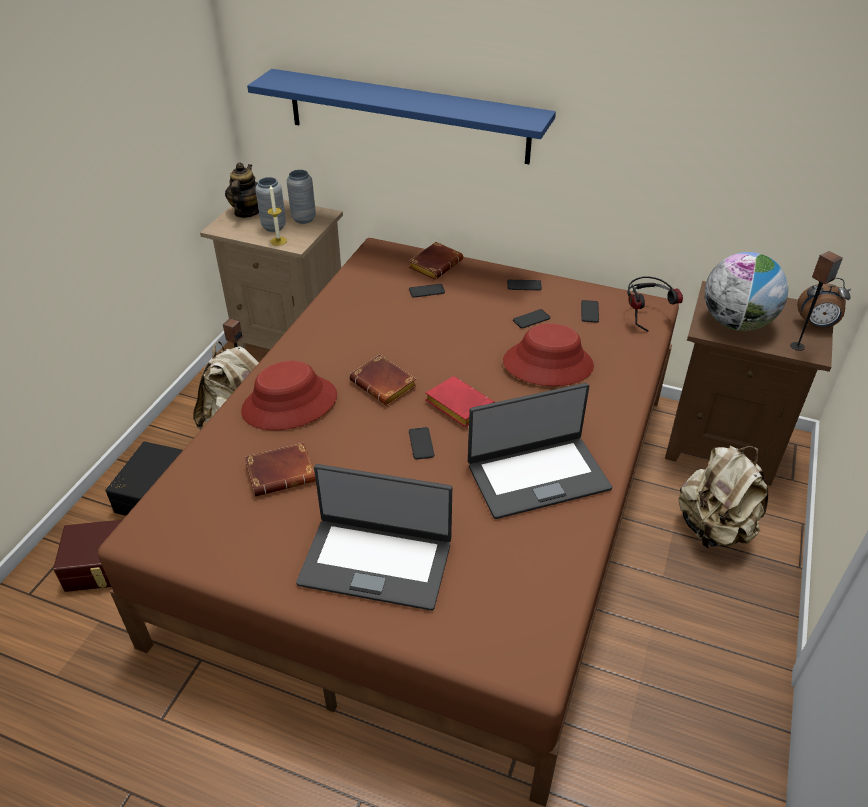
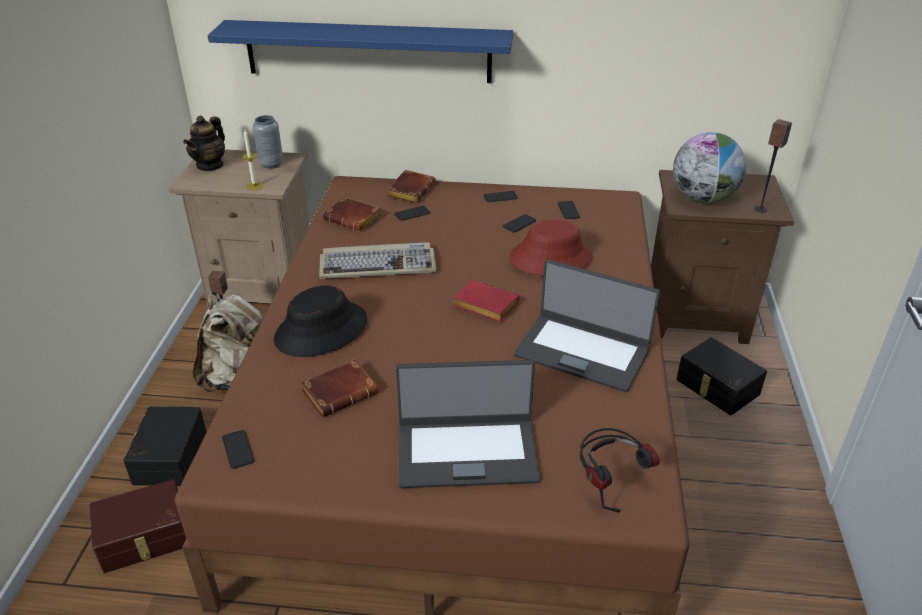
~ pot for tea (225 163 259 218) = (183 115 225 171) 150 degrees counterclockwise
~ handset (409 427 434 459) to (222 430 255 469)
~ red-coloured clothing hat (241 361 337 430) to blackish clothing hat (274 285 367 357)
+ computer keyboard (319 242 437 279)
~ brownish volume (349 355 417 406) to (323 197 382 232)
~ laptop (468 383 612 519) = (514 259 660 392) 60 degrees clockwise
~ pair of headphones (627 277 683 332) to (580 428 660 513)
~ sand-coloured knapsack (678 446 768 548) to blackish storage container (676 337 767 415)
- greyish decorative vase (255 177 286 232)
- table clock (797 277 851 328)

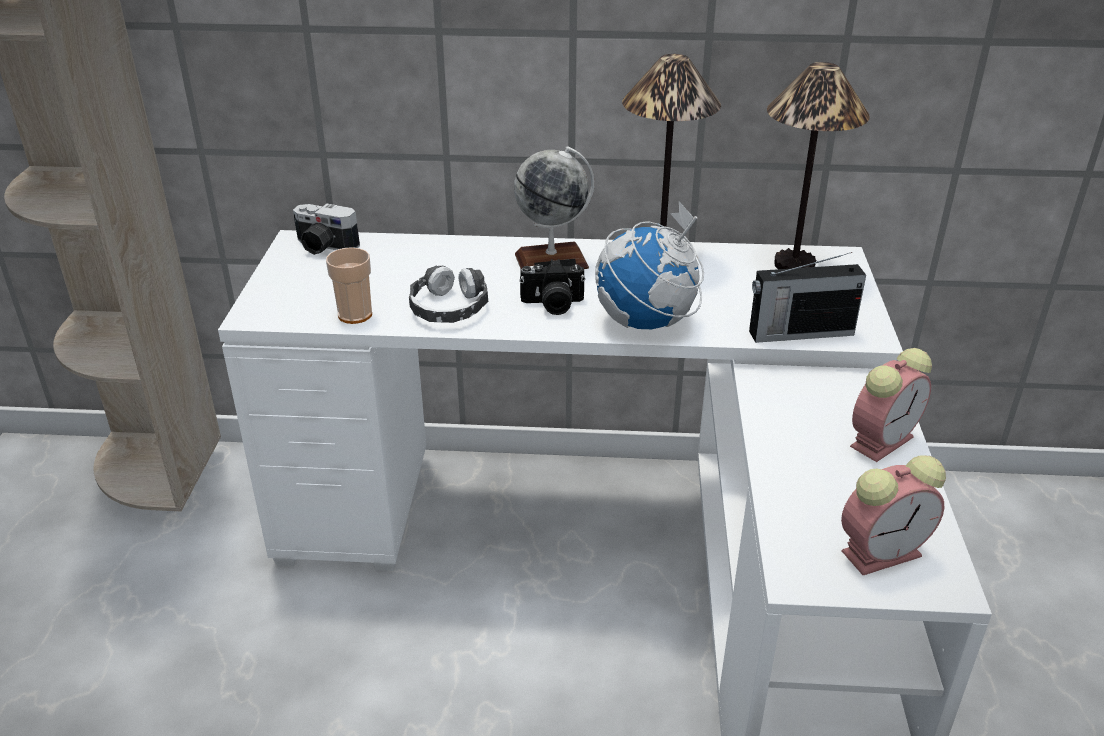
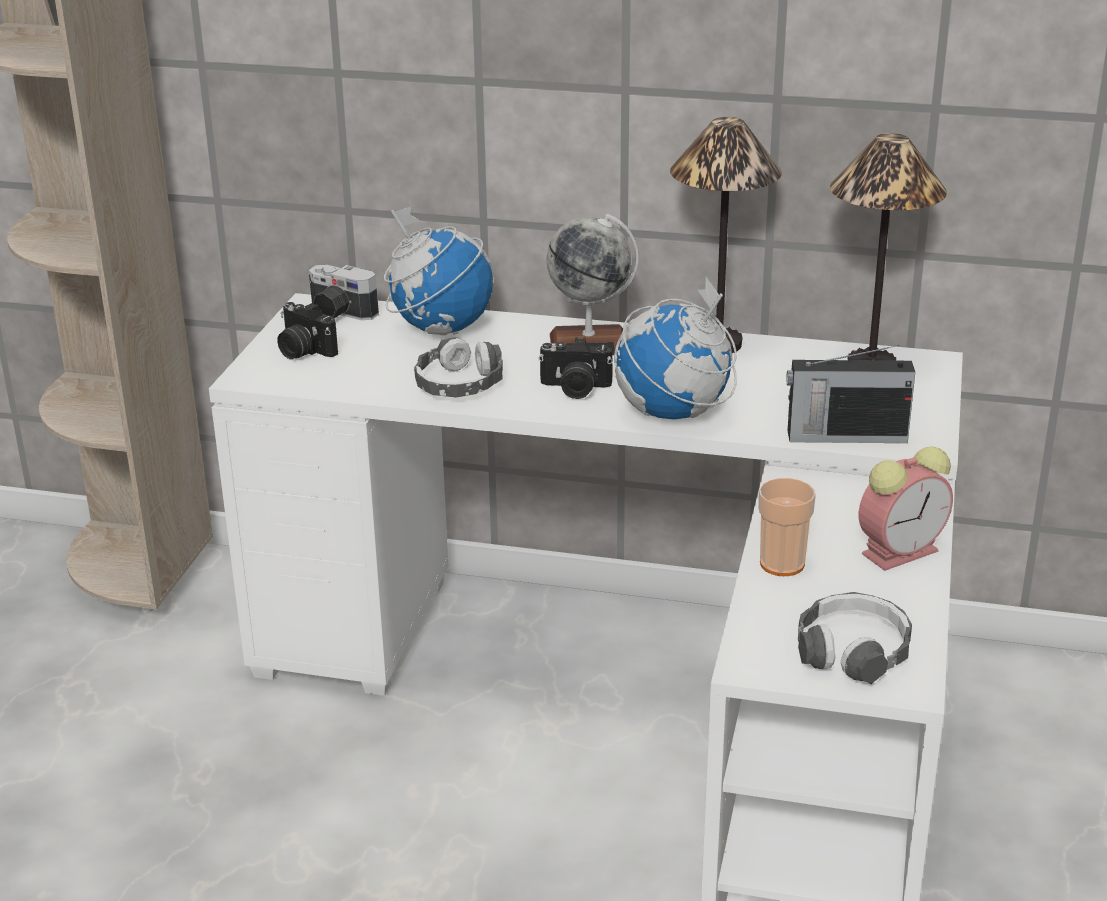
+ photo camera (277 302 338 359)
+ world globe (384 206 493 335)
~ drinking cup (326 247 372 324) to (758 478 816 576)
~ table clock (841 455 946 575) to pair of headphones (798 592 912 684)

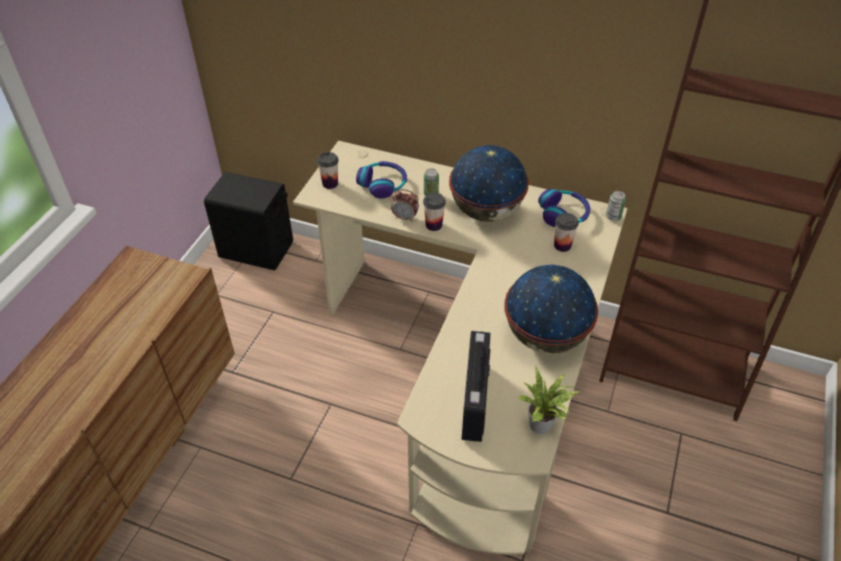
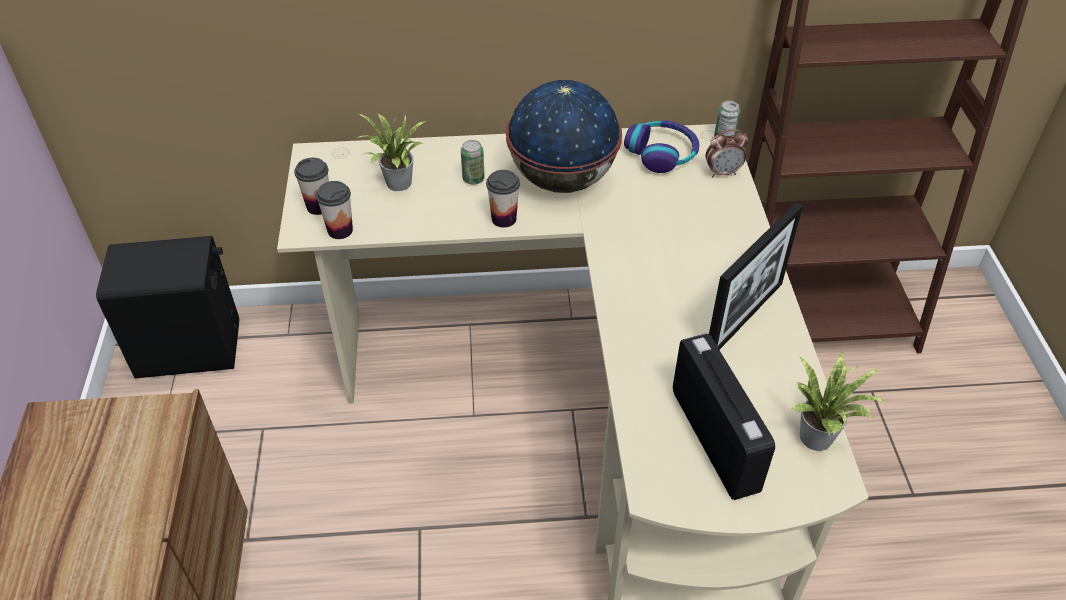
~ drinking cup (554 213 579 252) to (316 181 353 239)
~ pair of headphones (356 161 407 198) to potted plant (357 113 426 191)
~ table clock (391 189 419 222) to (706 129 748 177)
~ world globe (504 265 598 354) to photo frame (709 202 803 350)

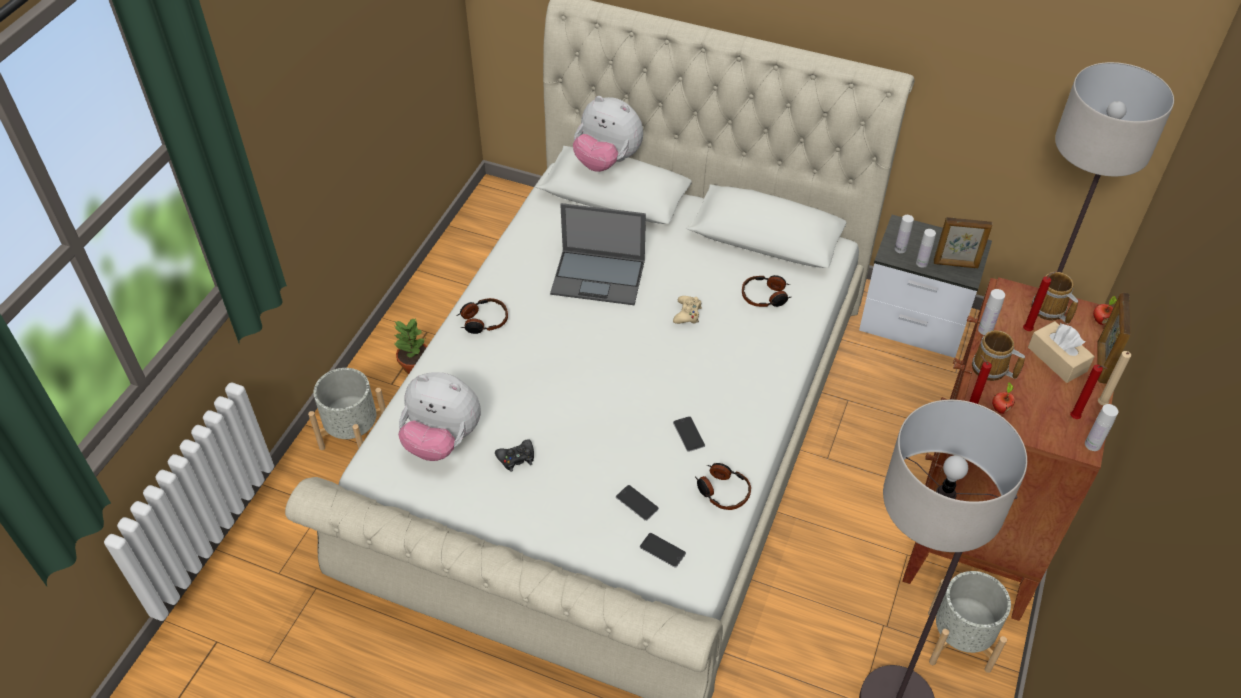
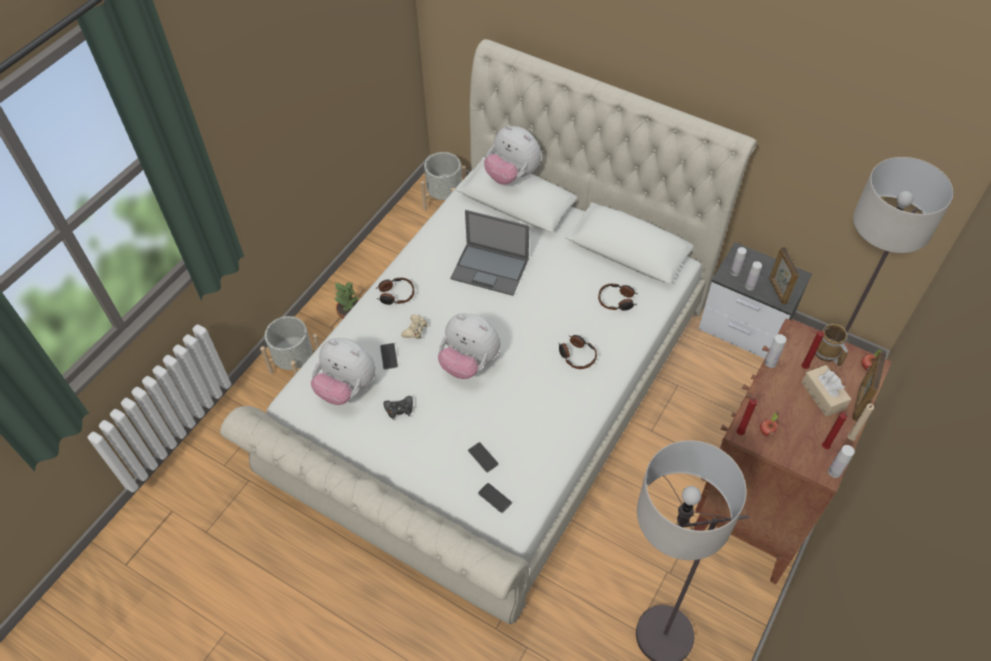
~ handset (673 416 705 452) to (380 343 398 370)
~ sand-coloured game controller (673 296 702 324) to (401 315 428 339)
~ greyish planter (928 571 1011 673) to (421 152 466 210)
+ cuddly toy (438 313 500 379)
~ pair of headphones (695 463 751 510) to (559 335 597 369)
~ photo frame (934 217 992 268) = (769 247 799 305) 60 degrees clockwise
- mug (972 330 1025 381)

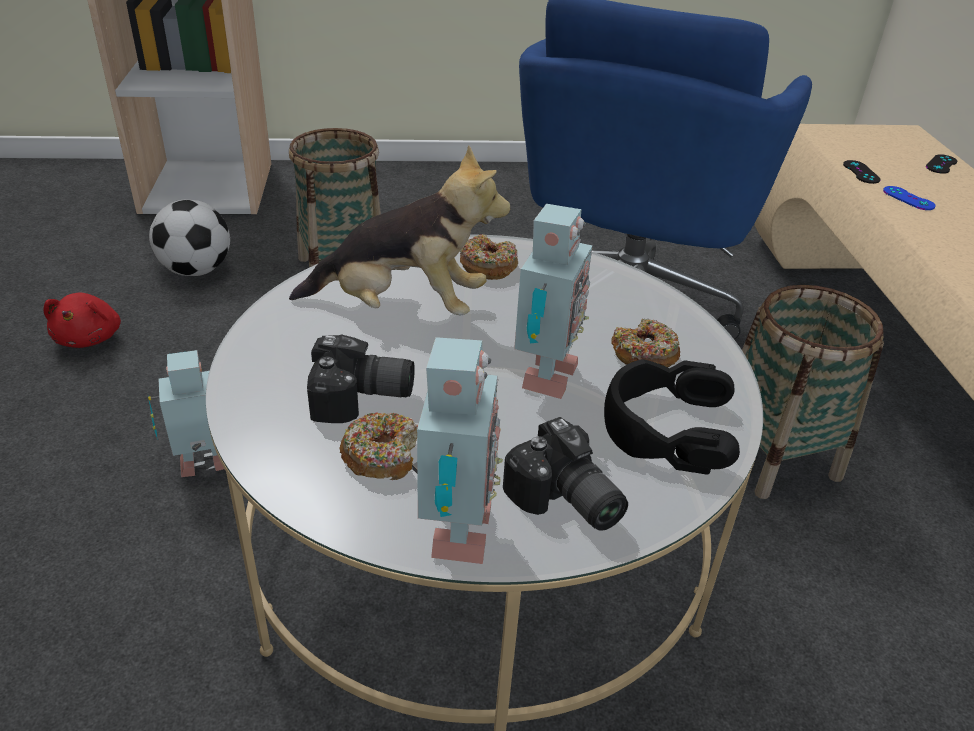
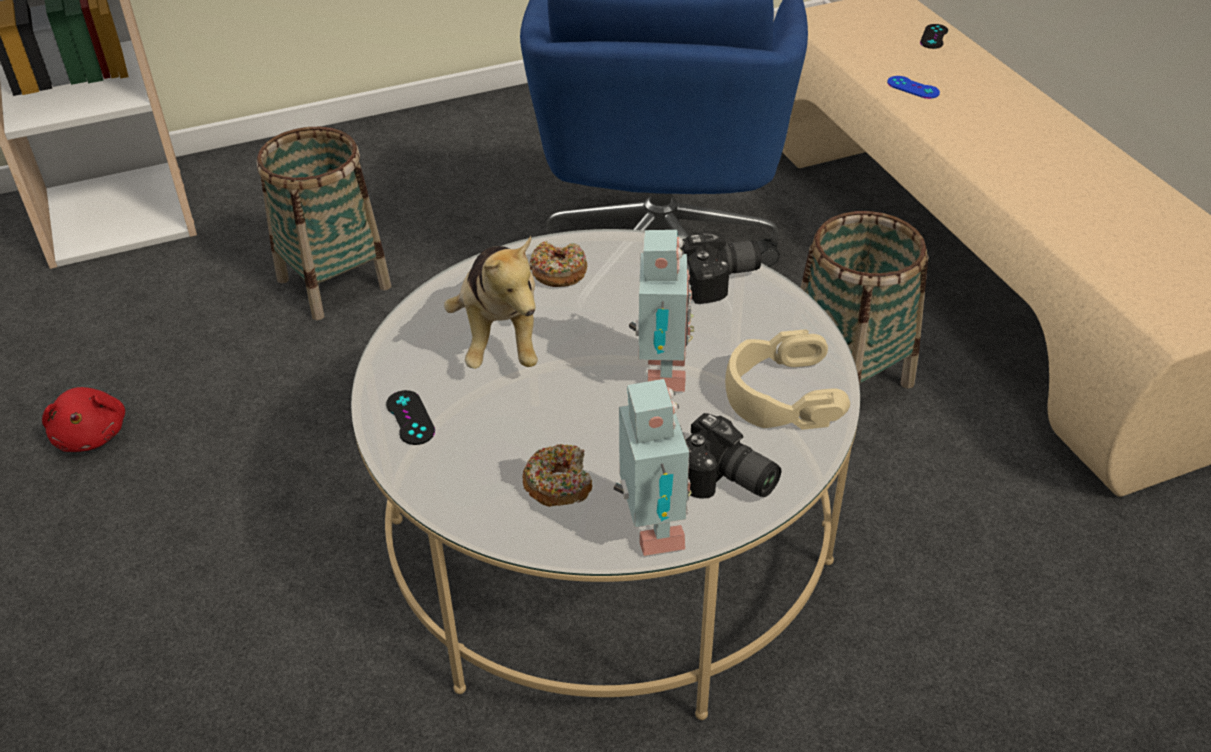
~ blackish game controller (843 160 880 184) to (386 390 435 445)
~ cuddly toy (289 145 511 316) = (444 236 538 369) 90 degrees clockwise
~ photo camera (307 335 415 423) to (680 232 761 304)
~ blackish pair of headphones (604 359 740 475) to sand-coloured pair of headphones (725 329 850 430)
- robot figure (148 350 224 477)
- football ball (149 200 230 276)
- donut (611 319 680 367)

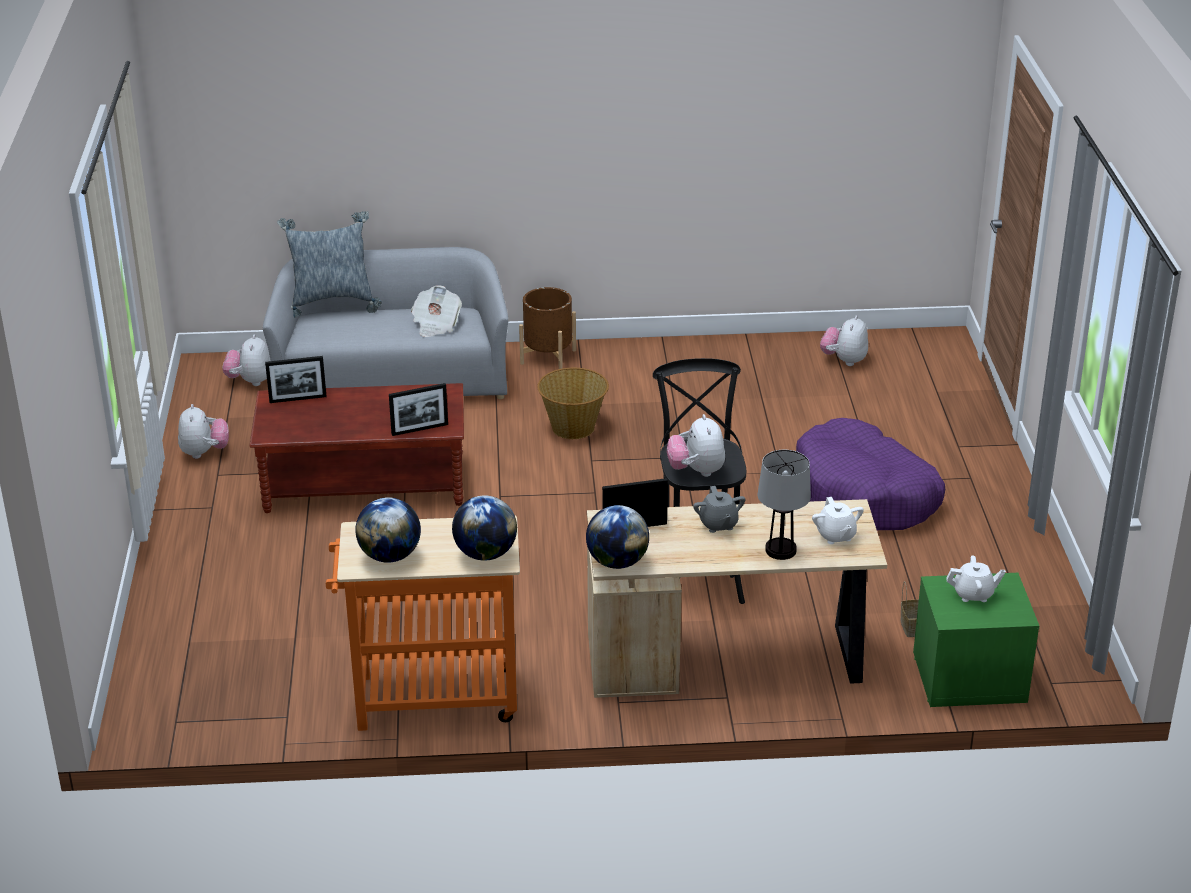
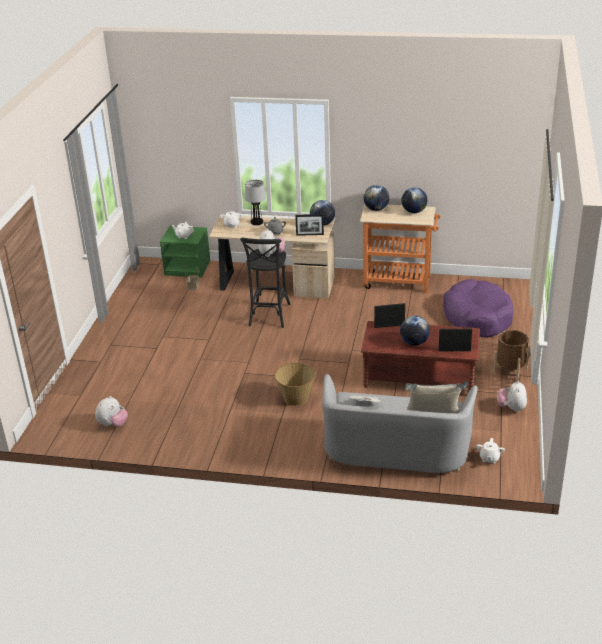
+ world globe (400 316 430 345)
~ purplish dog cushion (796 418 945 530) to (443 279 513 338)
~ cuddly toy (223 334 270 386) to white-coloured pot for tea (476 438 505 463)
~ brownish planter (519 287 576 369) to (493 330 530 381)

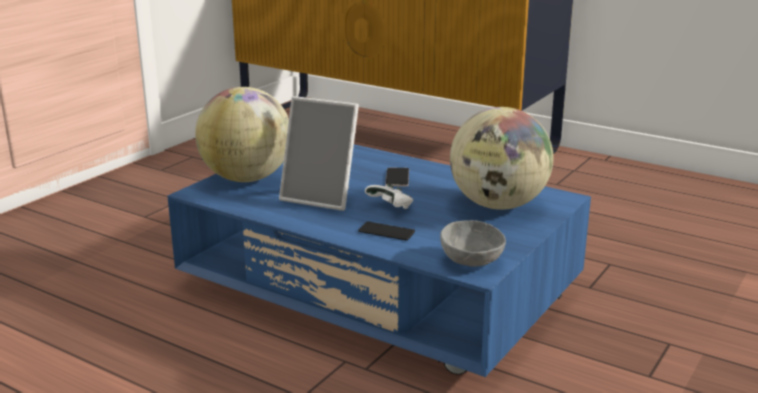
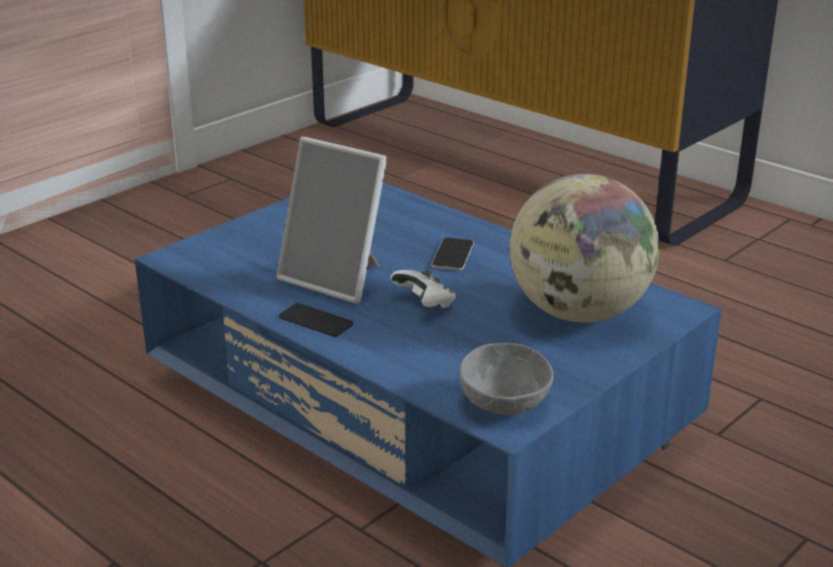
~ handset (358 221 415 241) to (279 303 353 337)
- world globe (195 87 289 182)

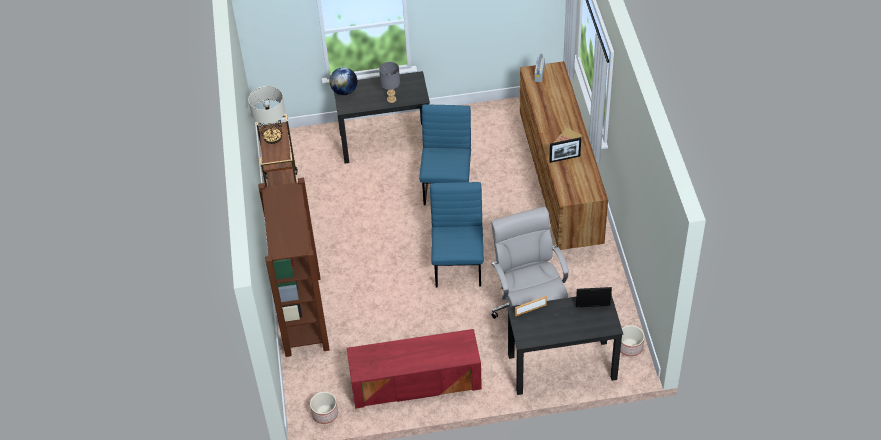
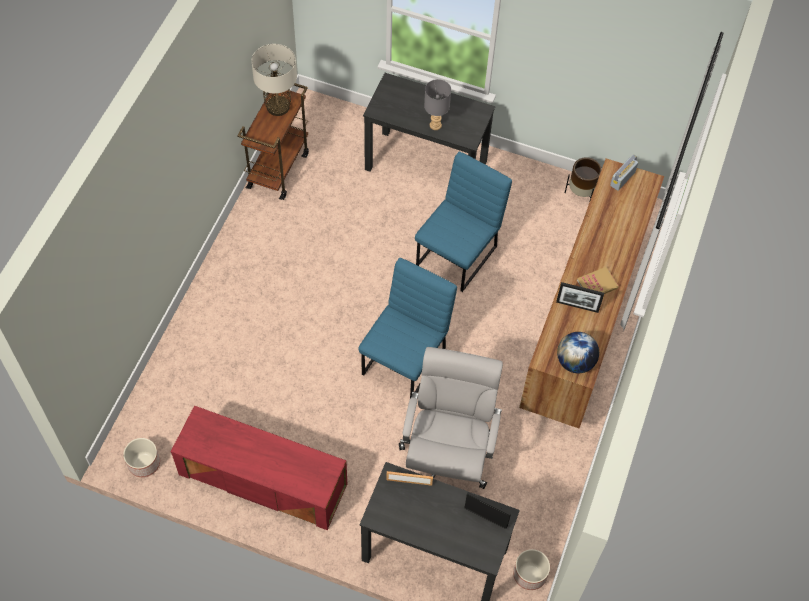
~ world globe (330 67 357 95) to (557 332 599 373)
+ brownish planter (565 157 602 203)
- brownish shelving unit (258 178 330 357)

